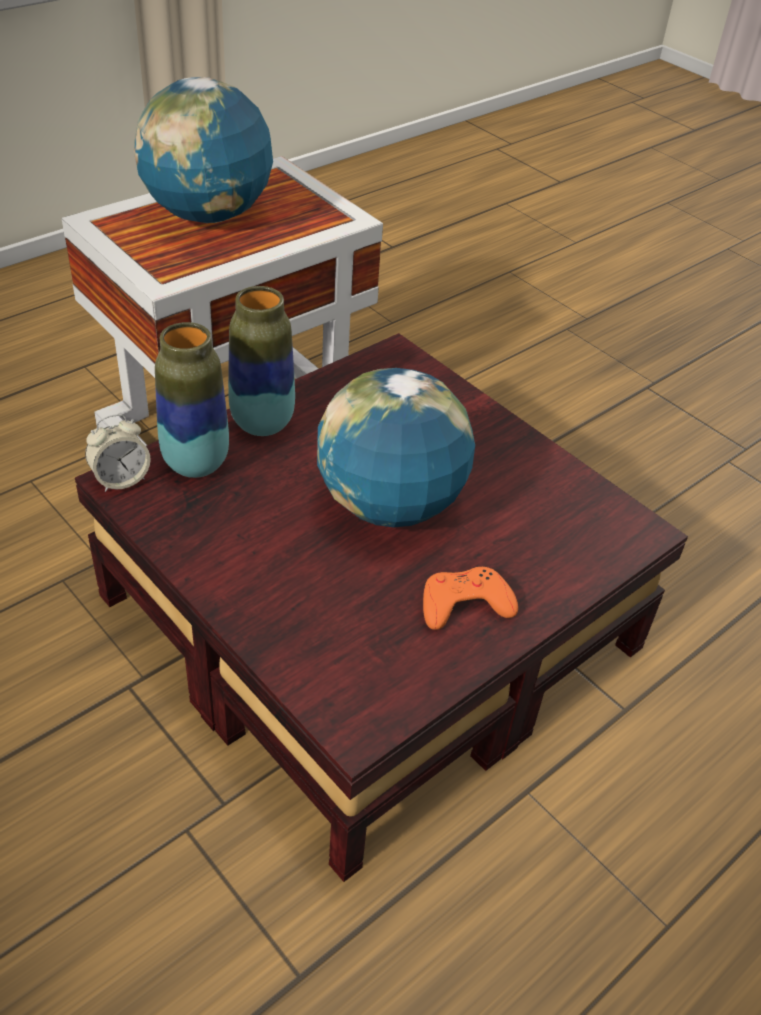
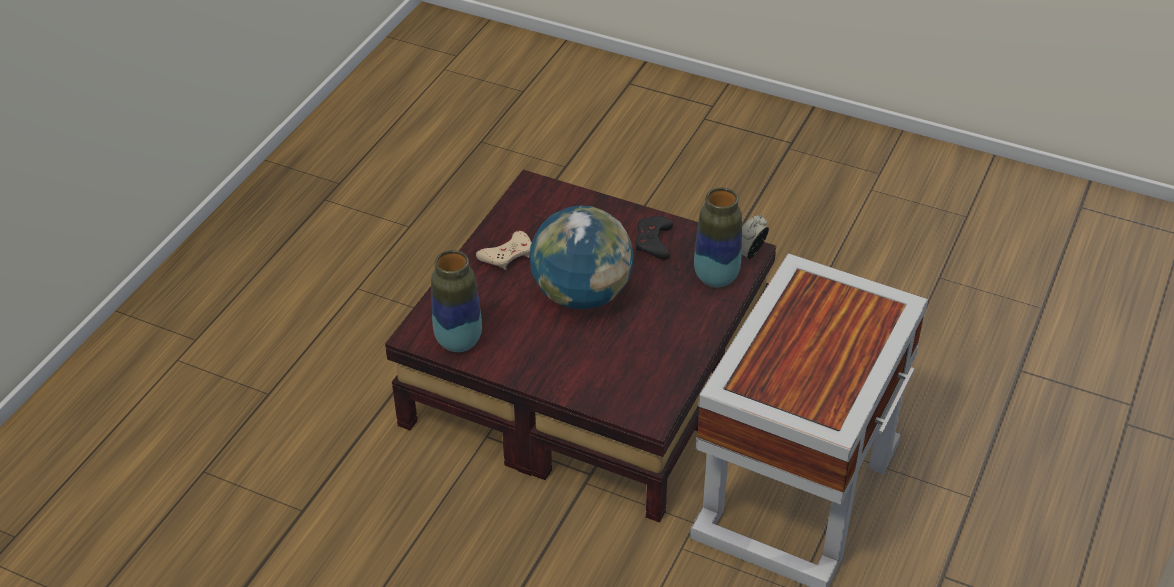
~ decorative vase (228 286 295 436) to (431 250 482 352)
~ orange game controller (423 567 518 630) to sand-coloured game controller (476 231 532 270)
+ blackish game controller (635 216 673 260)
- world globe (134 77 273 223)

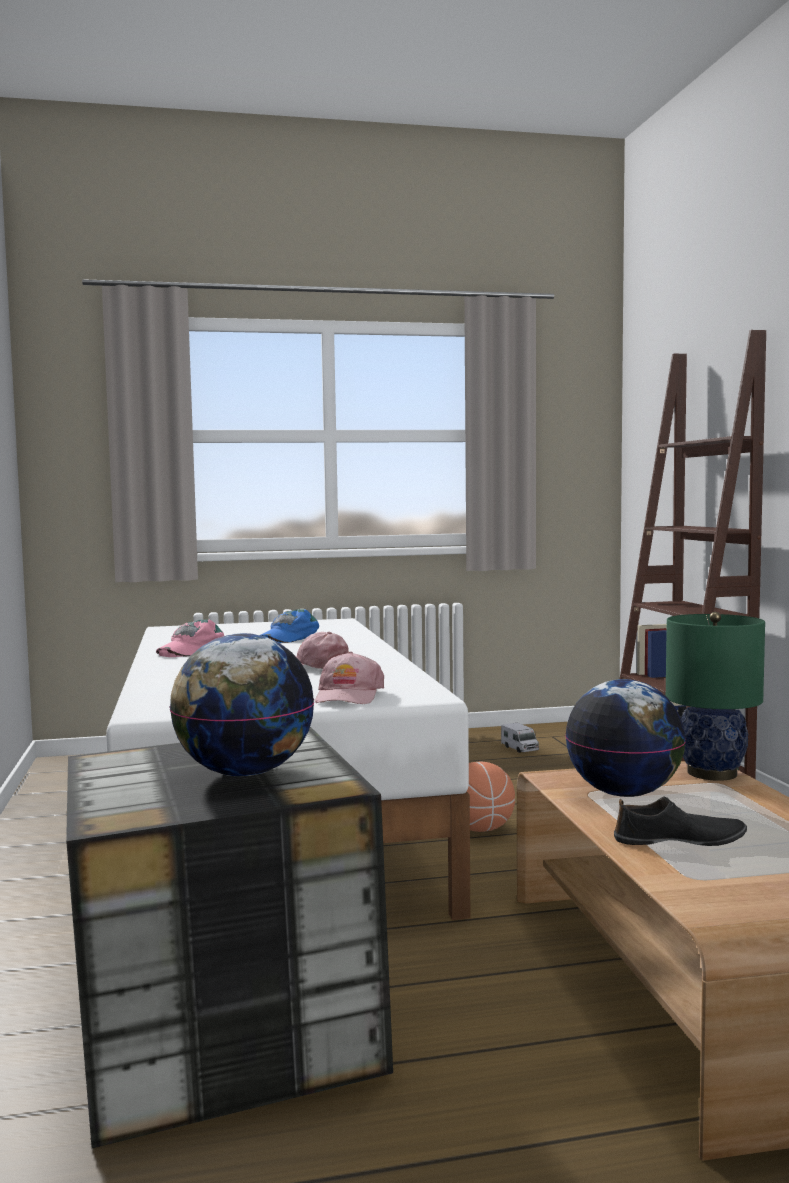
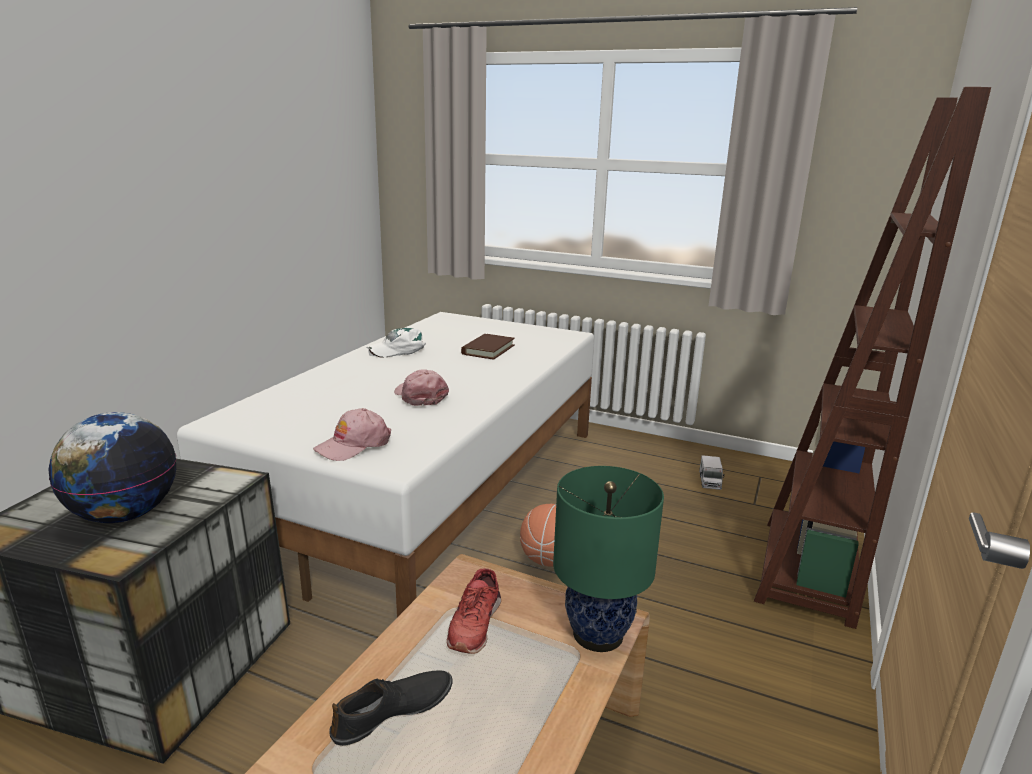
~ blackish low shoe (614 796 747 846) = (329 671 453 746) 75 degrees counterclockwise
~ pink peaked cap (156 620 224 657) to white-coloured peaked cap (366 328 426 357)
~ world globe (565 679 686 797) to red-coloured low shoe (447 568 501 654)
~ blue peaked cap (260 609 319 643) to brownish volume (461 334 515 360)

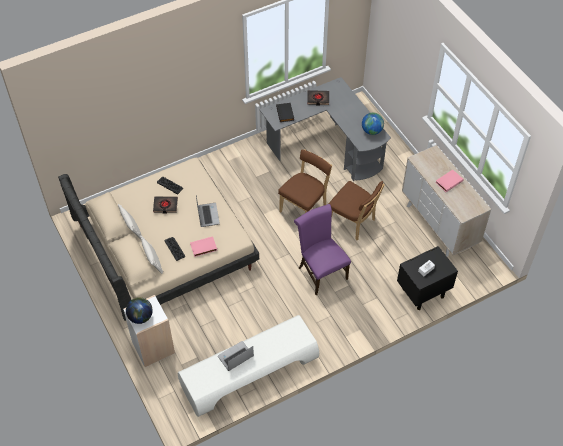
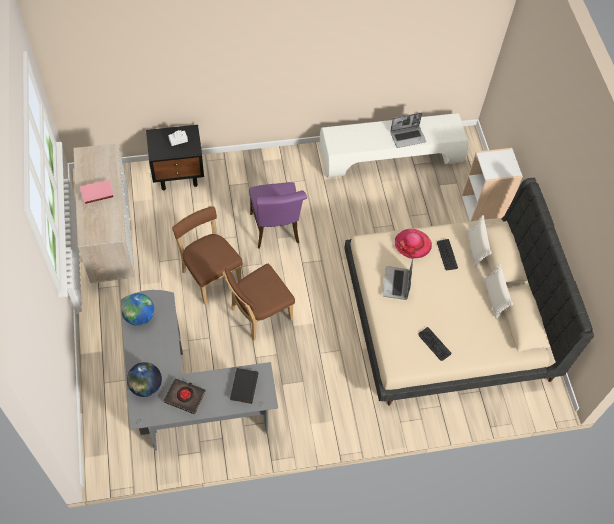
~ world globe (126 297 153 324) to (127 362 162 397)
~ pink volume (190 236 217 257) to clothing hat (395 229 432 259)
- blackish volume (153 197 178 214)

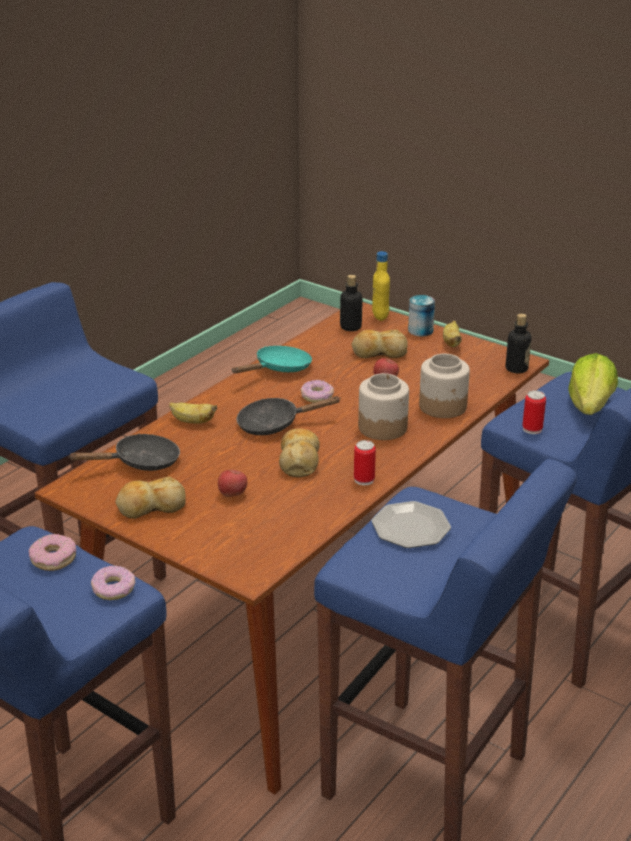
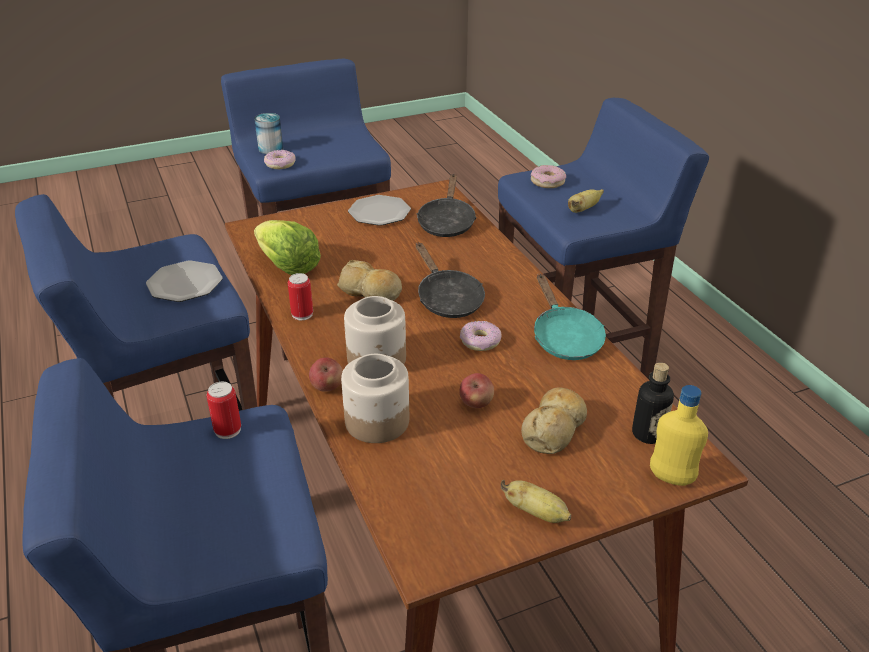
~ metal can (408 295 435 336) to (254 113 283 154)
~ lettuce (568 353 618 415) to (254 220 321 275)
~ apple (218 470 247 497) to (309 357 343 392)
~ bakery bread (115 476 186 519) to plate (348 195 411 226)
~ blackish skillet (237 396 341 435) = (416 242 485 318) 135 degrees clockwise
~ donut (29 534 76 571) to (531 165 566 188)
~ banana fruit (169 402 217 423) to (568 189 604 213)
- drink bottle (506 314 531 373)

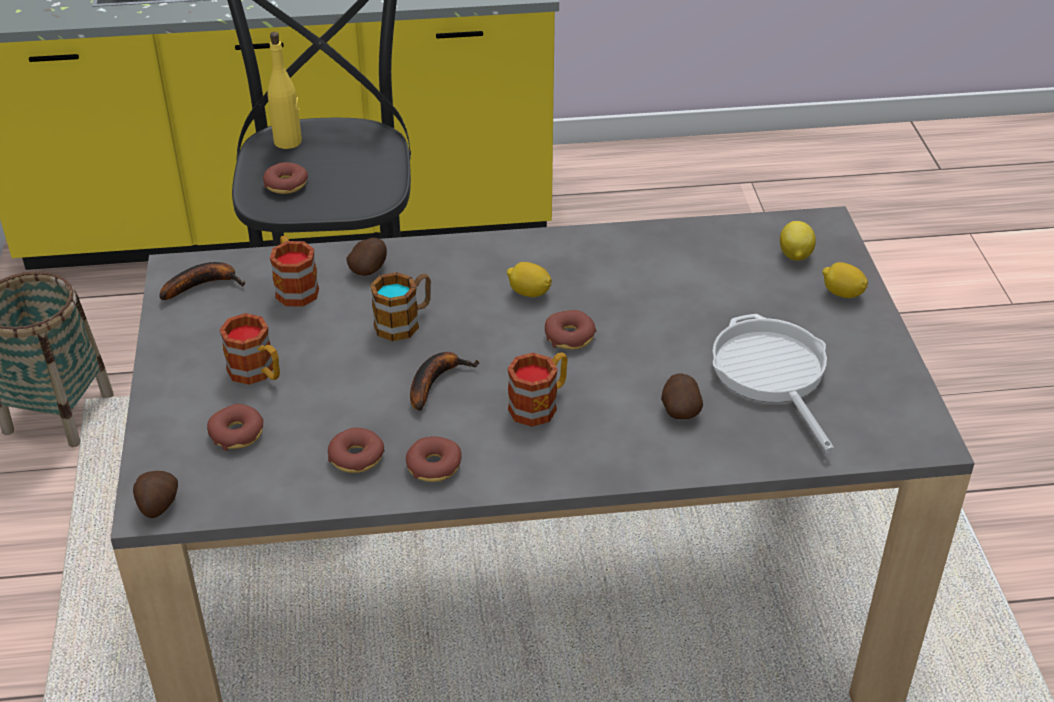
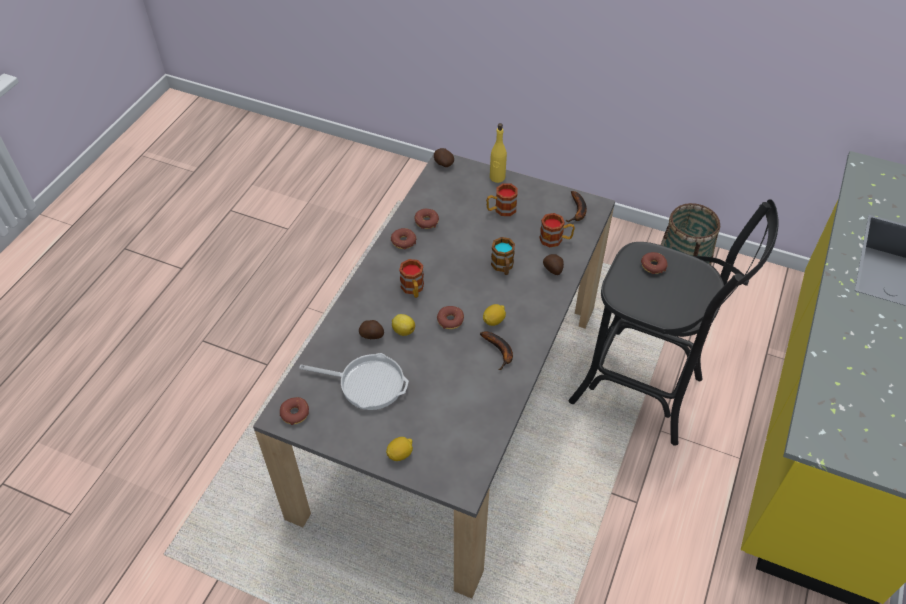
~ donut (207 404 264 451) to (280 397 309 425)
~ lemon (780 221 816 261) to (392 314 415 336)
~ banana fruit (410 352 480 411) to (480 331 513 370)
~ yellow-coloured drink bottle (267 32 302 149) to (490 123 507 183)

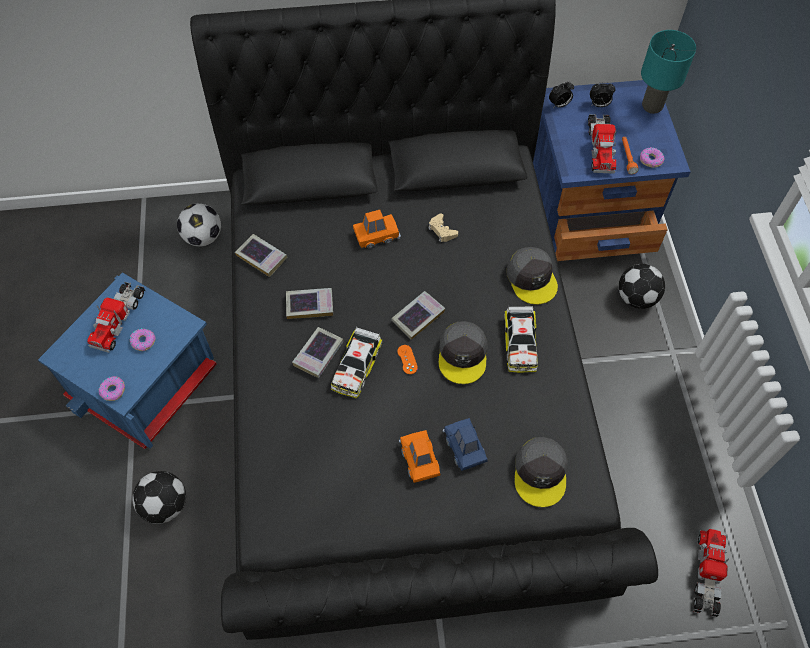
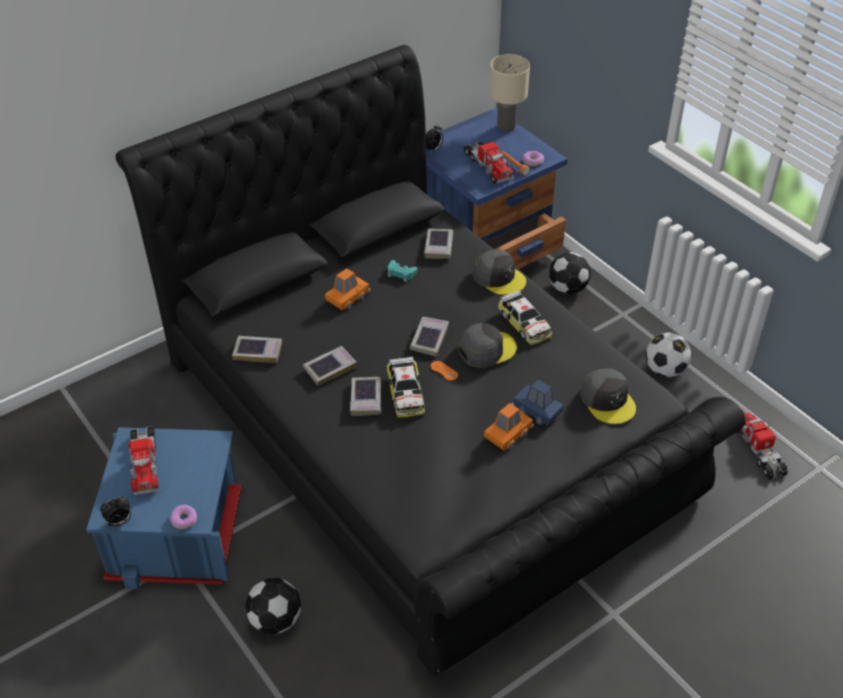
~ table clock (590 82 615 107) to (100 497 131 526)
~ sand-coloured game controller (428 213 458 242) to blue-green game controller (388 260 417 282)
+ volume (424 229 453 259)
~ greyish peaked cap (439 321 488 384) = (458 323 517 368) 90 degrees counterclockwise
~ orange miniature car (399 430 440 483) = (484 403 534 450) 90 degrees clockwise
~ blue-green lamp for a table (641 30 696 114) to sand-coloured lamp for a table (489 54 530 131)
~ football ball (177 204 221 246) to (646 332 692 377)
- donut (130 328 156 351)

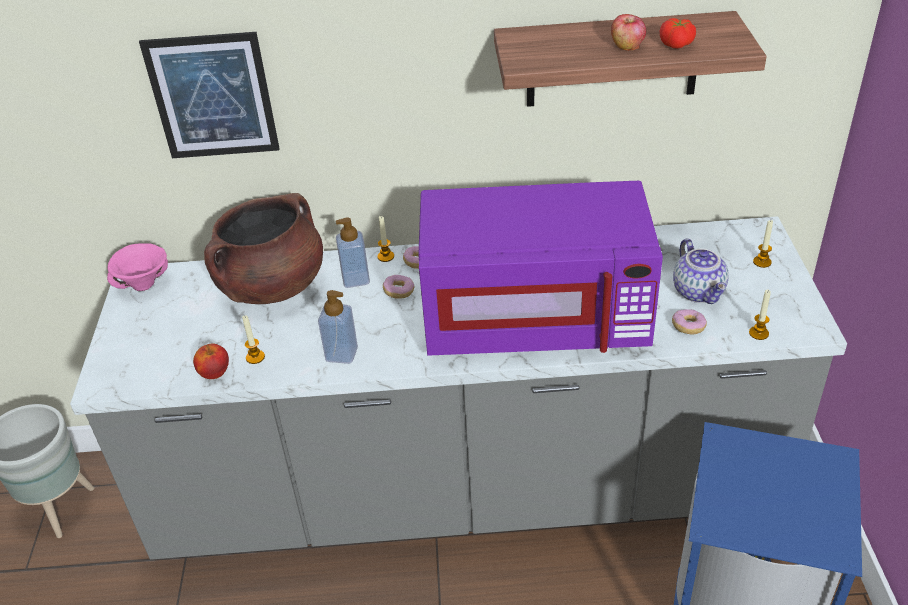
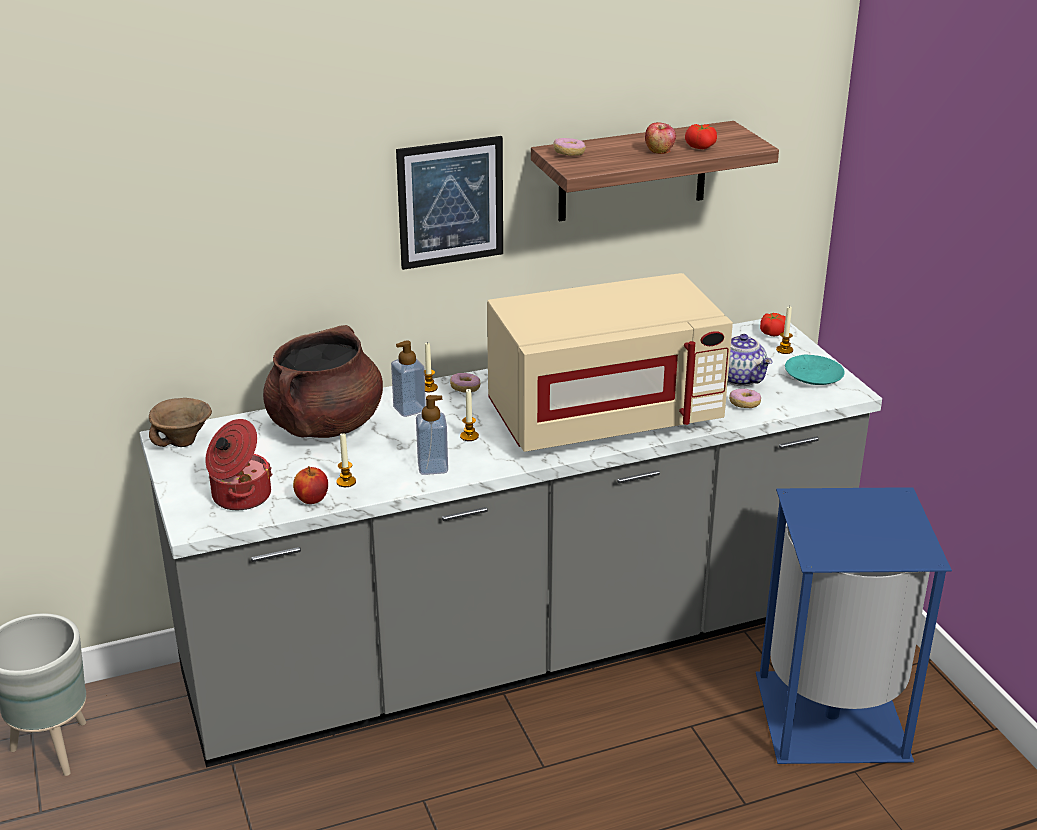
~ pink serving bowl (107 243 168 291) to brownish serving bowl (149 398 212 447)
+ saucepot (205 419 272 510)
~ wall picture (139 32 280 158) to (396 136 503 270)
~ wax light (749 290 771 340) to (460 388 479 441)
~ purplish kitchen microwave (418 181 663 356) to sand-coloured kitchen microwave (487 273 733 452)
~ donut (383 275 414 299) to (553 138 586 156)
+ tomato (760 313 786 336)
+ blue-green plate (785 355 845 385)

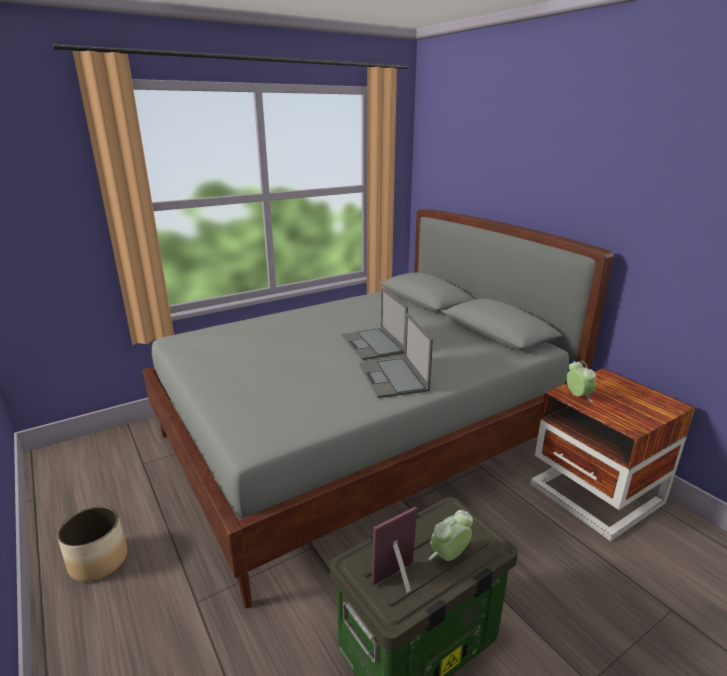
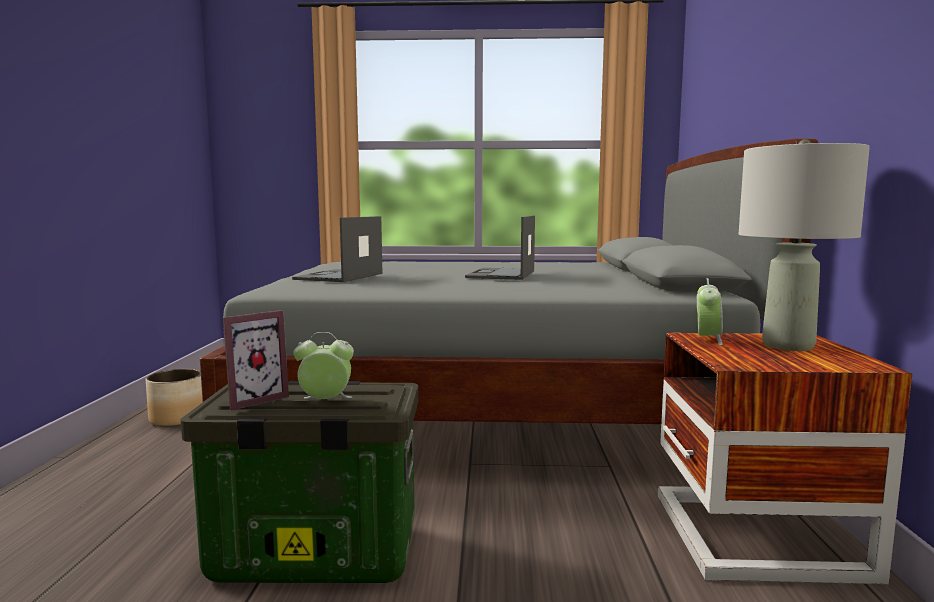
~ photo frame (371 506 417 593) = (223 310 289 410) 135 degrees clockwise
~ laptop (359 313 433 398) to (292 216 383 282)
+ greyish lamp for a table (738 139 870 351)

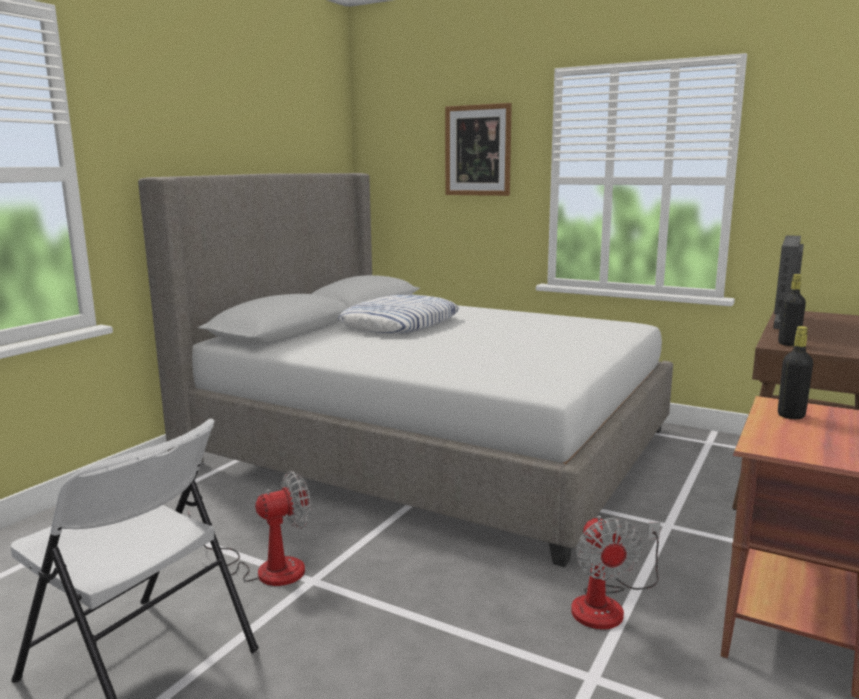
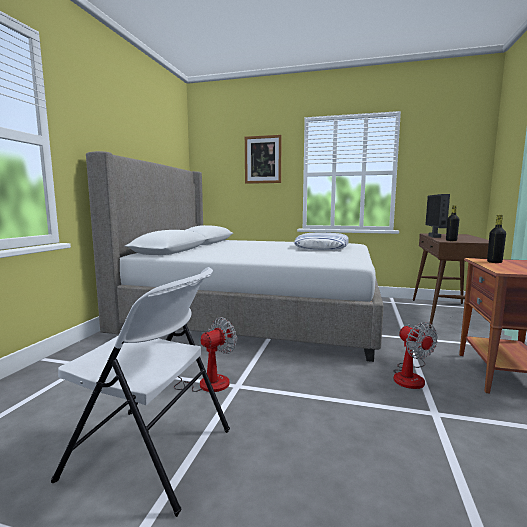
~ throw pillow (338 295 459 333) to (294 233 349 250)

